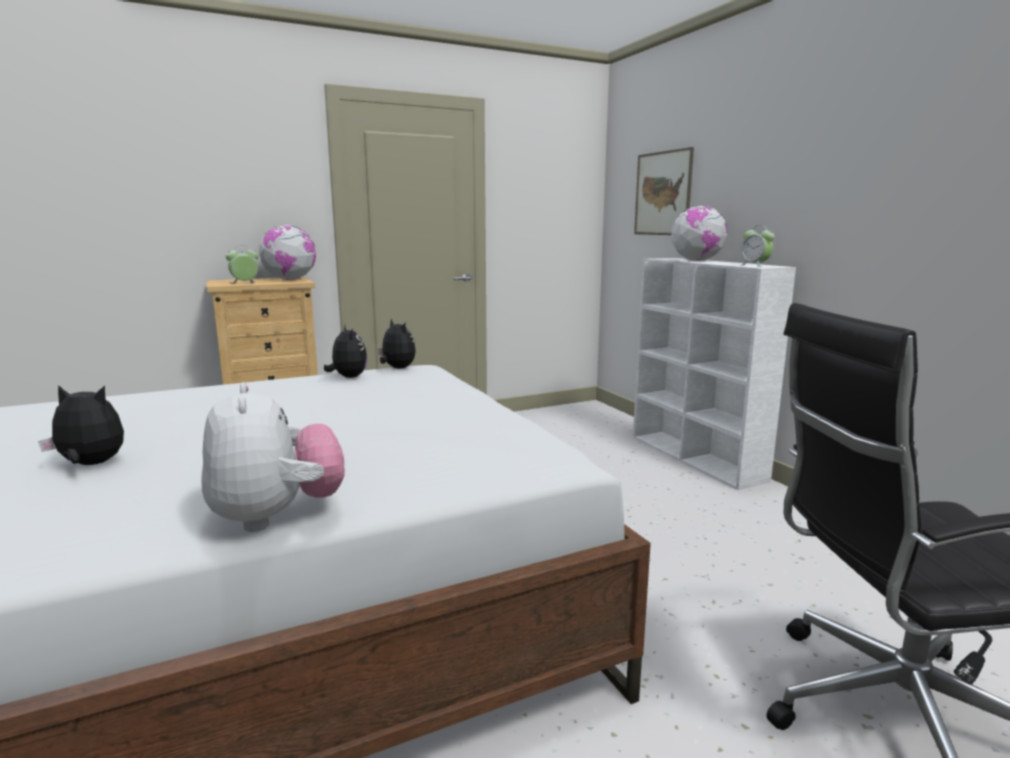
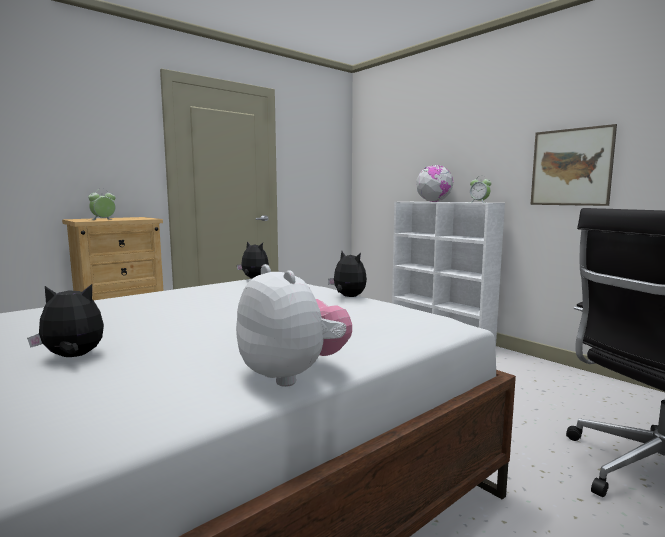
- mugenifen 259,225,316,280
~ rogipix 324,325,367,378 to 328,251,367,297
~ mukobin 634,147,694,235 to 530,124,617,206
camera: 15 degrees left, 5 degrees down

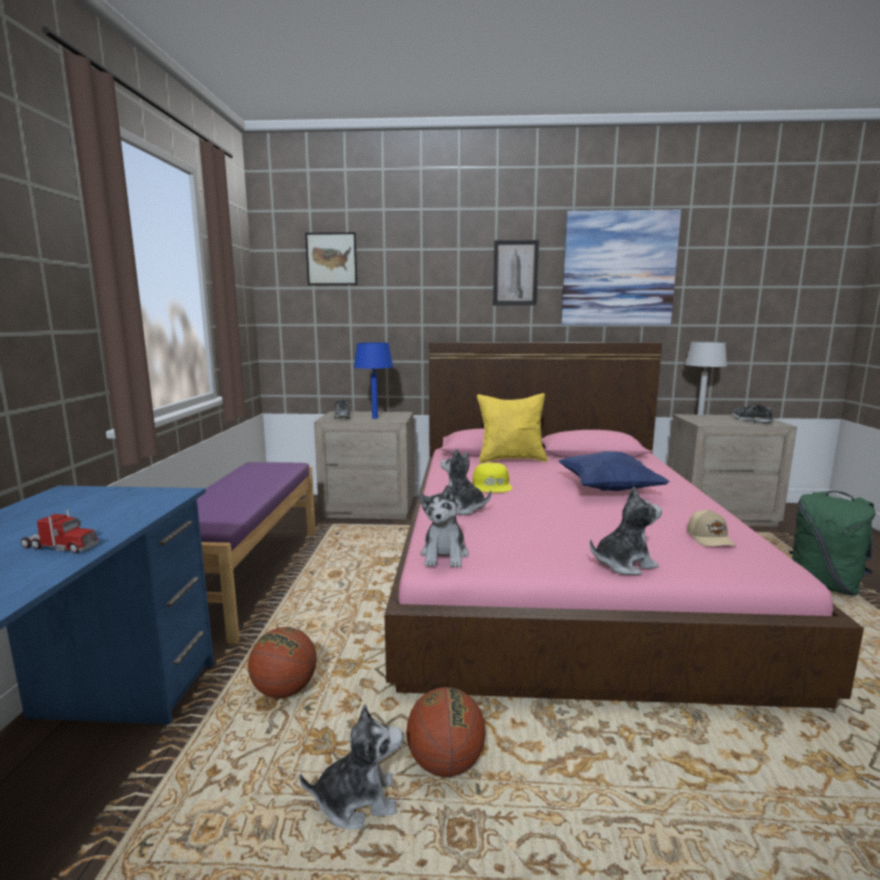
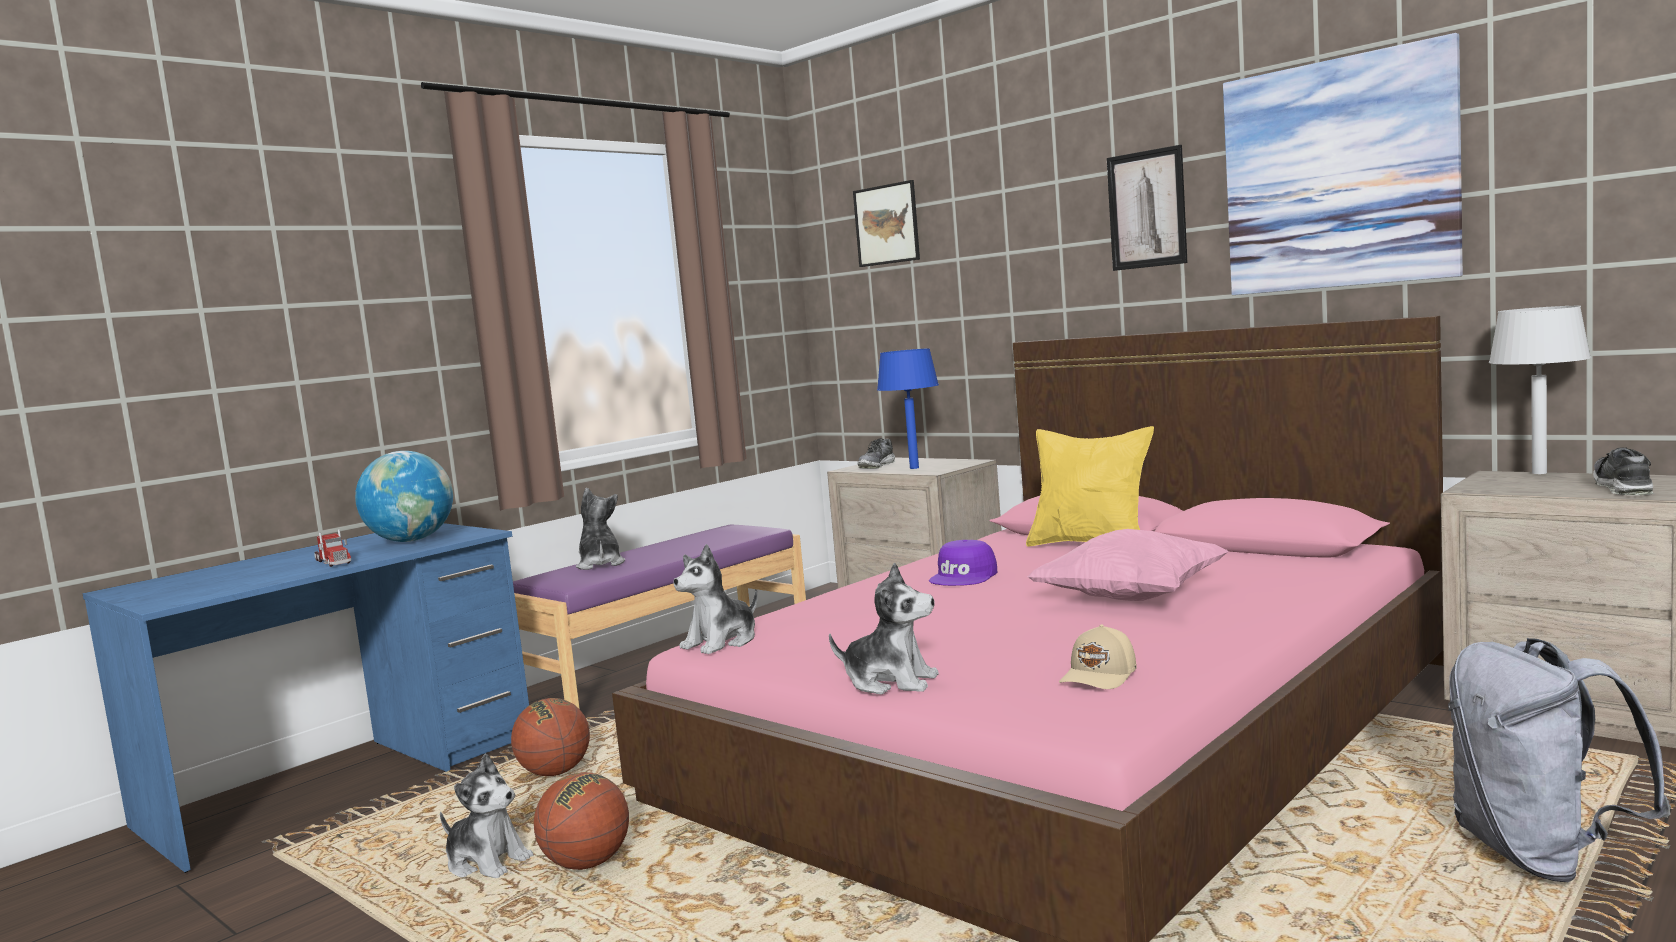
~ rogipix 440,449,492,515 to 576,488,625,570
~ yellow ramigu 473,463,512,493 to purple ramigu 929,540,997,586
~ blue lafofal 559,451,669,491 to pink lafofal 1027,529,1229,601
~ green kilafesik 790,491,876,596 to grey kilafesik 1448,638,1671,882
+ mugenifen 355,451,453,542
camera: 40 degrees right, 5 degrees down

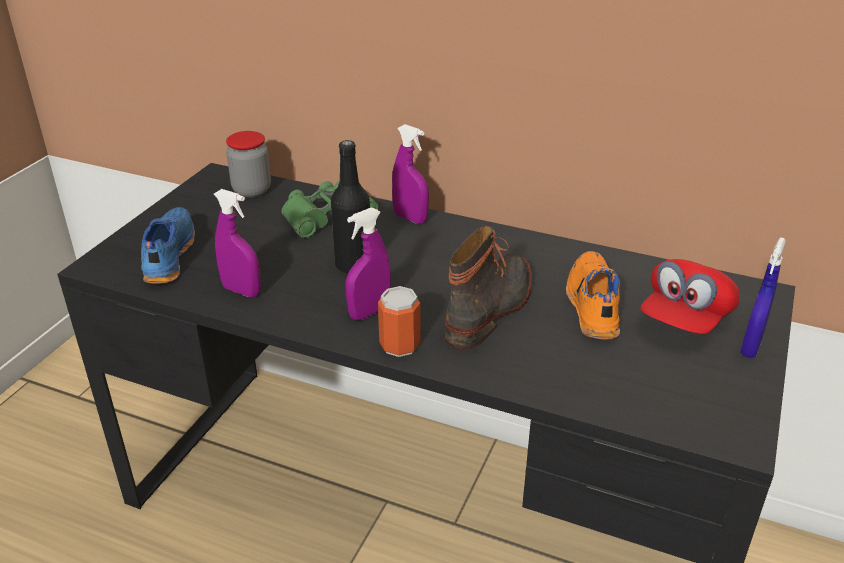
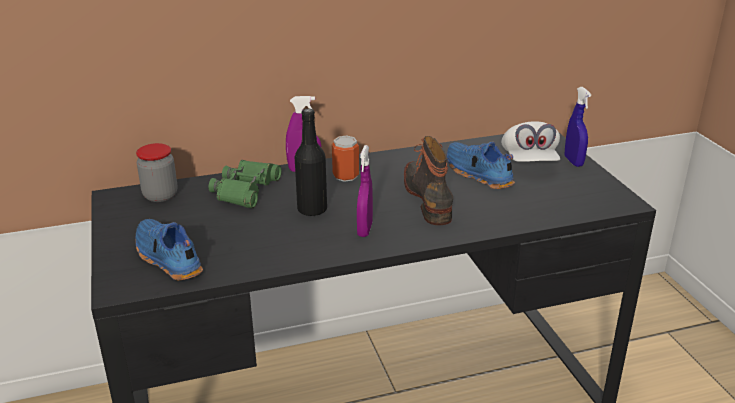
- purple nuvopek 214,189,261,297
~ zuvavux 378,286,420,357 to 332,136,359,182
~ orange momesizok 566,251,620,339 to blue momesizok 447,142,515,189
~ red ramigu 640,259,739,334 to white ramigu 501,121,560,162
camera: 40 degrees left, 5 degrees down

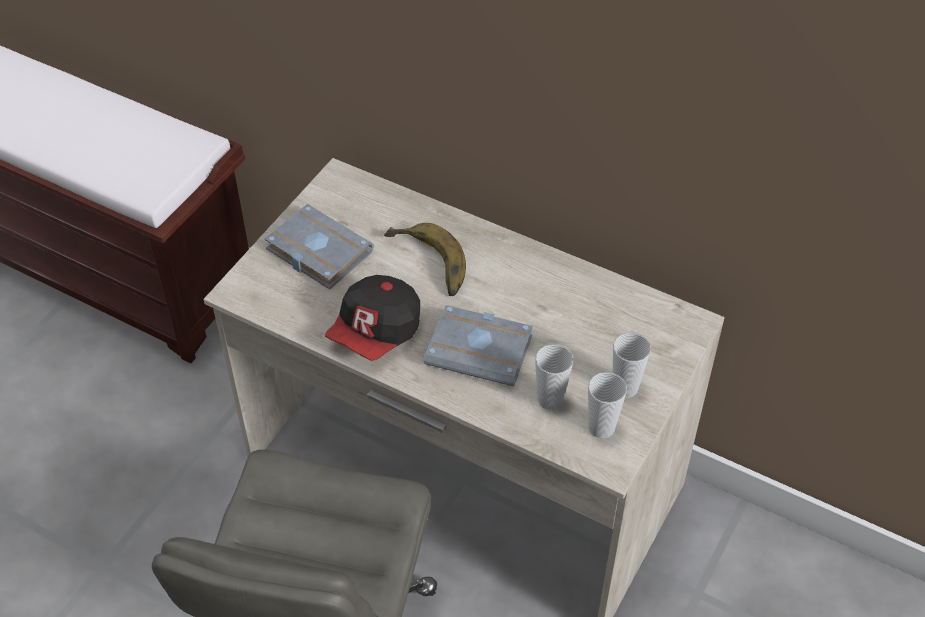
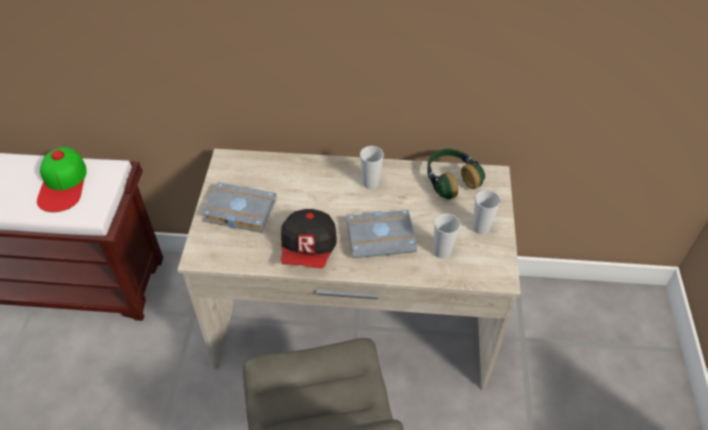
- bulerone 384,223,466,296
~ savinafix 588,372,627,439 to 360,146,384,189
+ ramigu 37,147,87,212
+ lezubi 427,149,485,199
camera: 25 degrees left, 0 degrees up

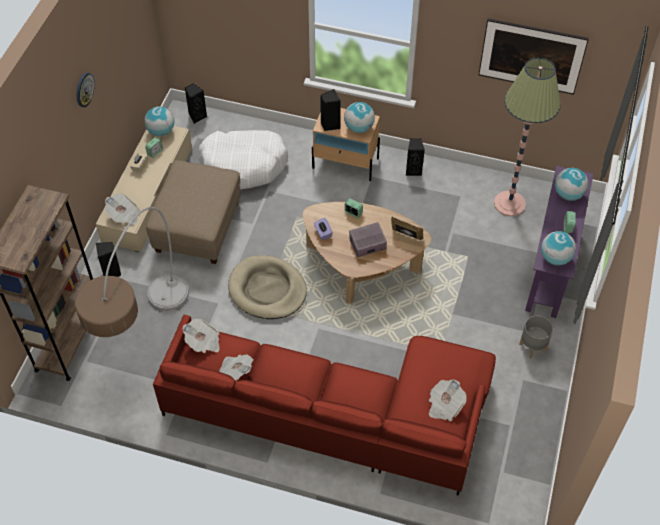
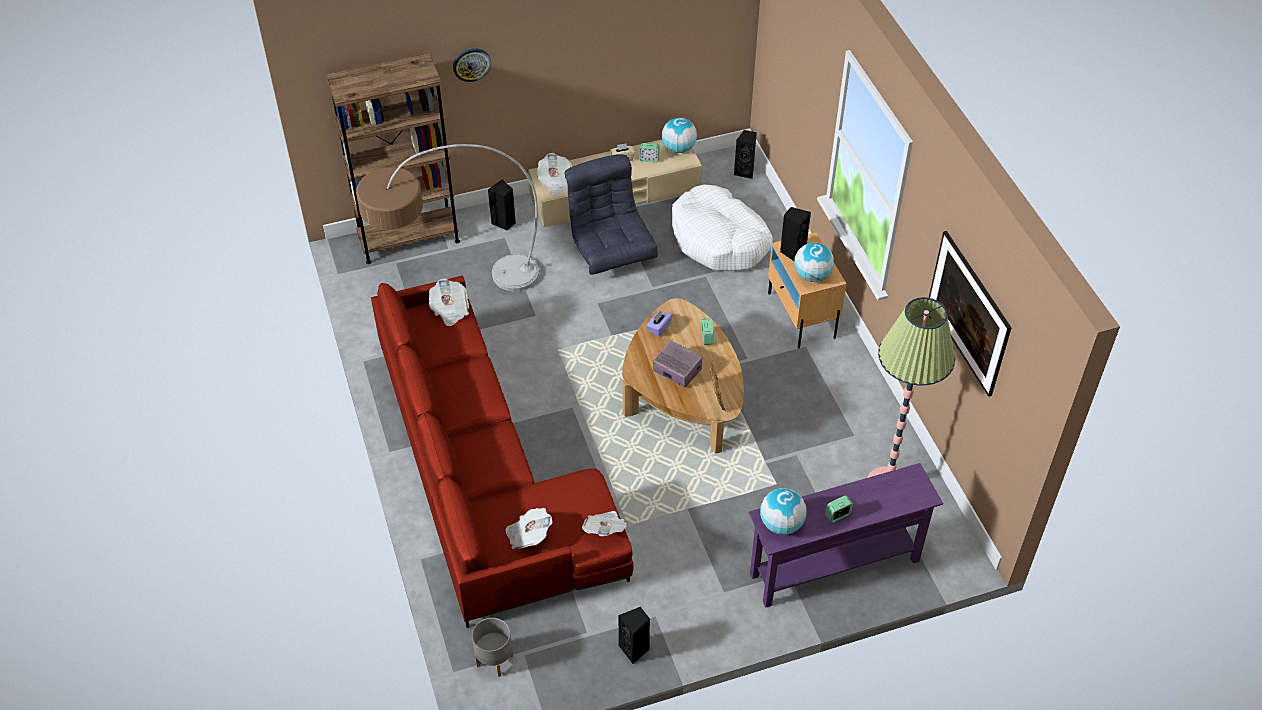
~ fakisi 77,73,95,107 to 453,48,491,82
~ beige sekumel 146,160,241,264 to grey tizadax 564,154,658,275
~ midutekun 219,354,253,381 to 582,511,628,536
- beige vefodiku 228,255,307,319
~ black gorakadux 406,139,425,176 to 618,607,650,664
~ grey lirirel 519,315,553,359 to 472,618,513,677
- mugenifen 555,168,589,201
camera: 55 degrees right, 5 degrees down

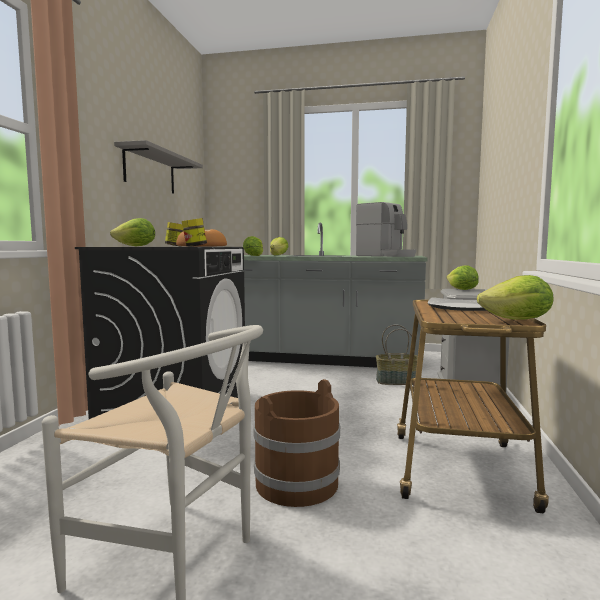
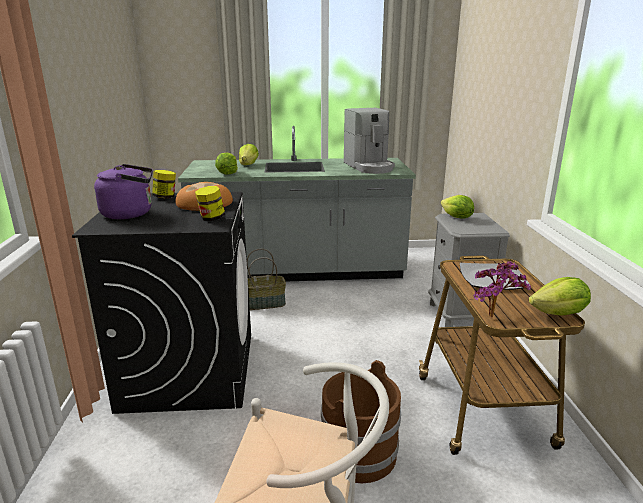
~ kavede 110,218,155,247 to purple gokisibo 94,164,153,219
- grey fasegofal 114,140,203,194
~ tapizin 356,202,416,257 = 344,108,395,174 45 degrees clockwise
~ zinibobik 376,324,418,385 to 247,249,286,310
+ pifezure 473,261,531,317
camera: 15 degrees left, 15 degrees up

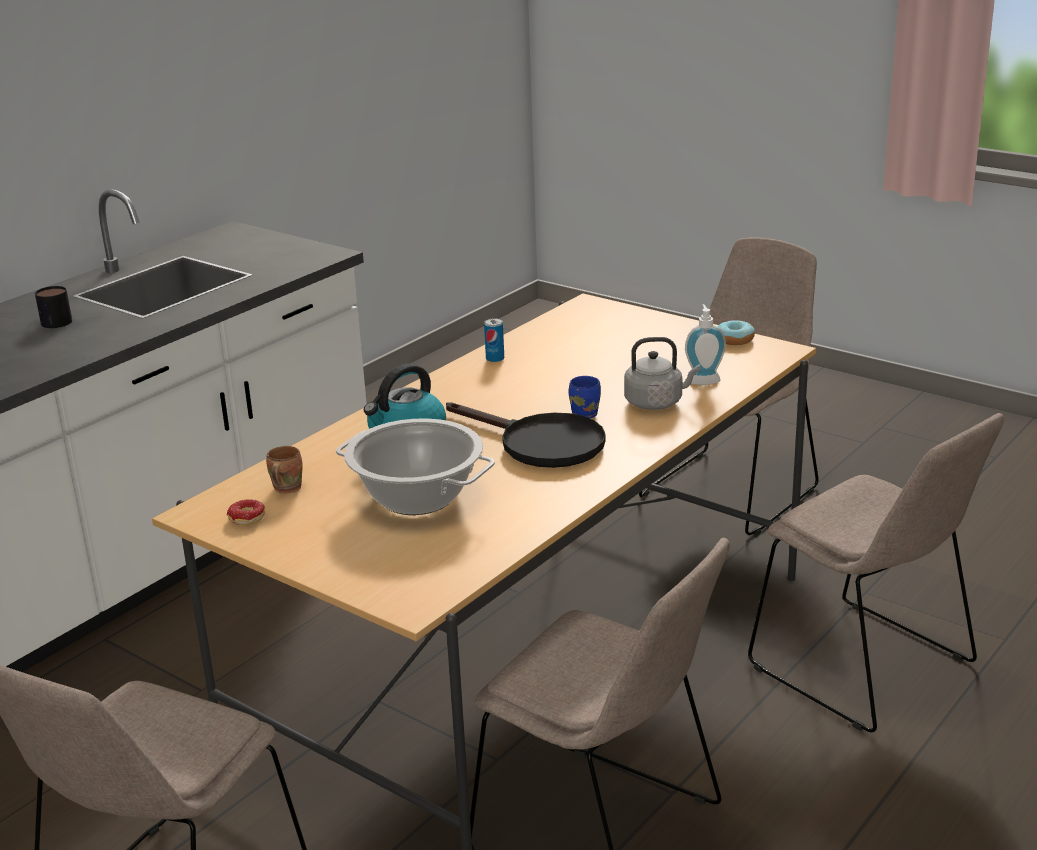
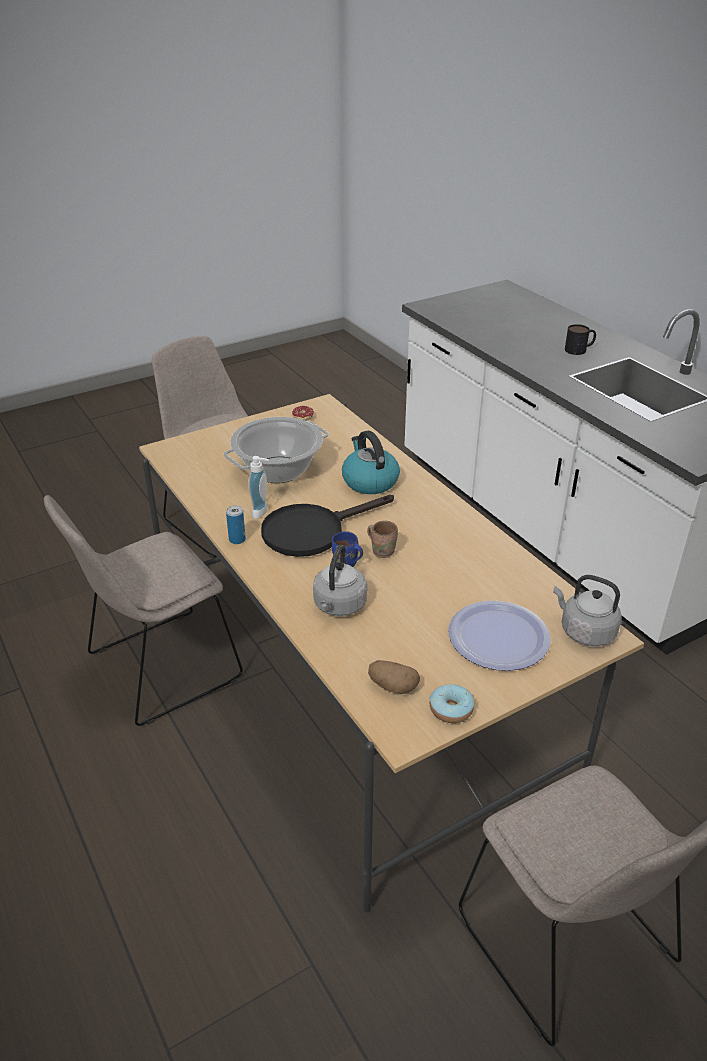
~ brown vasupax 266,446,303,494 to 367,521,398,558
~ zuvavux 484,318,504,362 to 226,506,246,544
~ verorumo 685,304,726,385 to 248,456,269,519
- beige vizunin 748,413,1004,733
+ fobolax 368,660,420,694
+ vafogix 448,601,551,671
+ grey gokisibo 553,575,622,646
camera: 110 degrees right, 10 degrees up

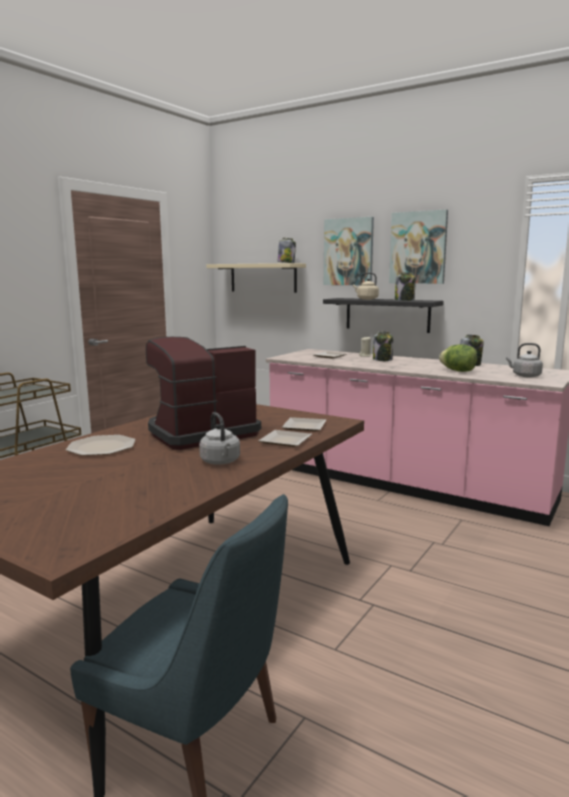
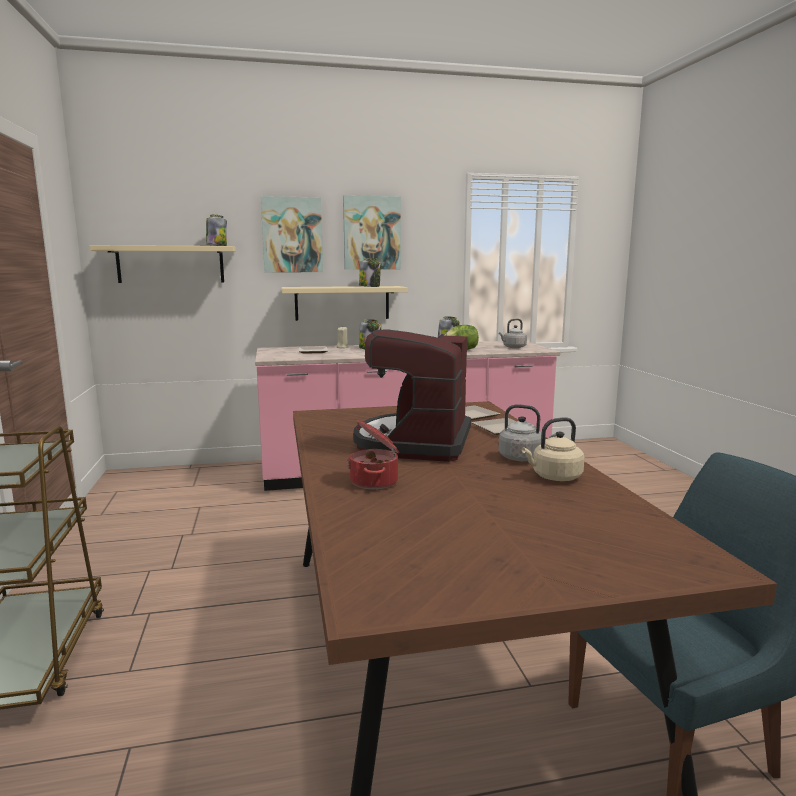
~ vafogix 66,435,135,456 to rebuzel 348,420,399,489
~ black fasegofal 323,298,444,333 to beige fasegofal 281,286,408,321
~ beige gokisibo 353,272,379,300 to 522,417,585,481
camera: 45 degrees left, 0 degrees up

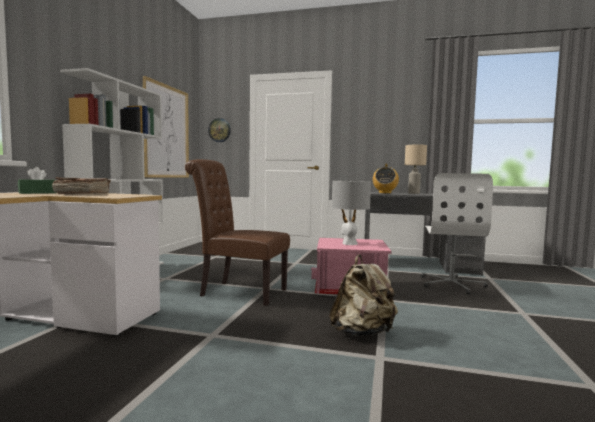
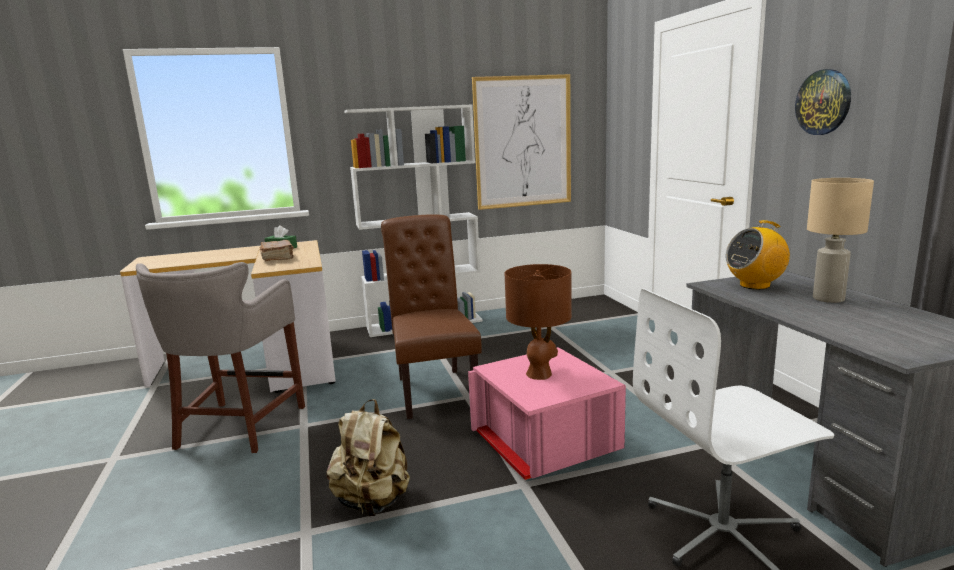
~ fakisi 208,118,231,142 to 795,69,851,135
~ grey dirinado 332,180,371,245 to brown dirinado 505,264,572,380
+ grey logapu 136,262,305,453
camera: 60 degrees right, 10 degrees up

